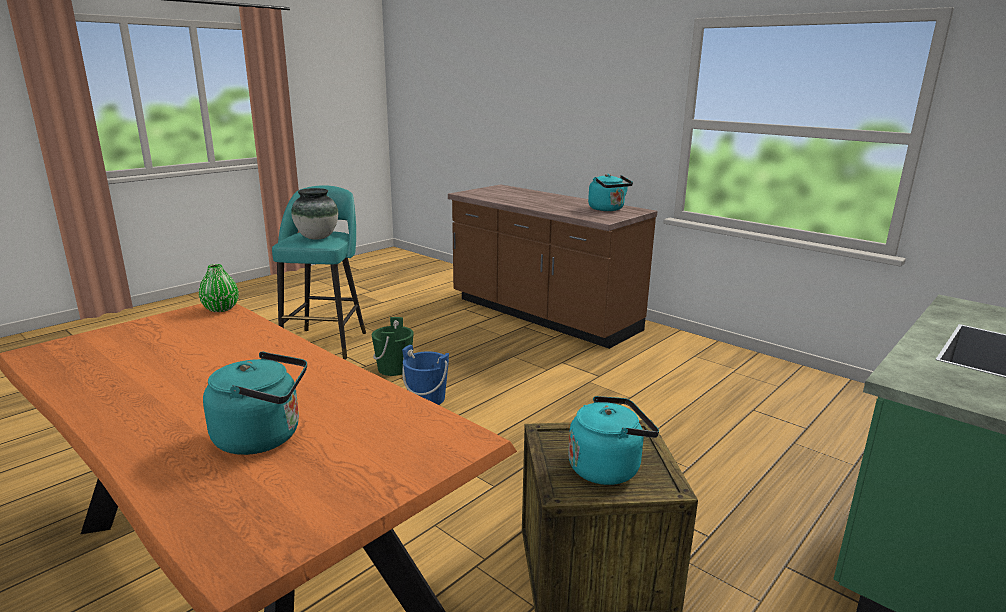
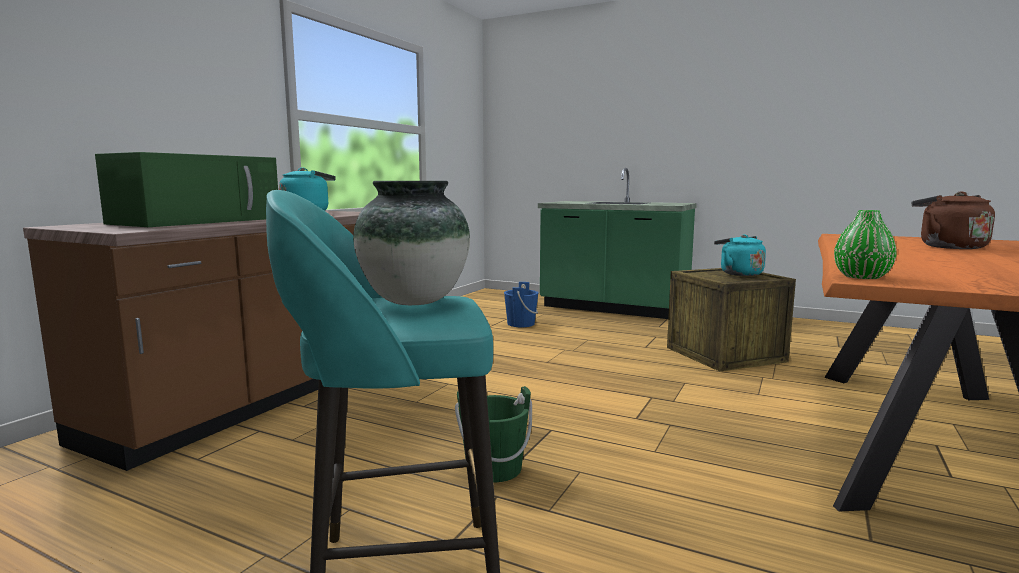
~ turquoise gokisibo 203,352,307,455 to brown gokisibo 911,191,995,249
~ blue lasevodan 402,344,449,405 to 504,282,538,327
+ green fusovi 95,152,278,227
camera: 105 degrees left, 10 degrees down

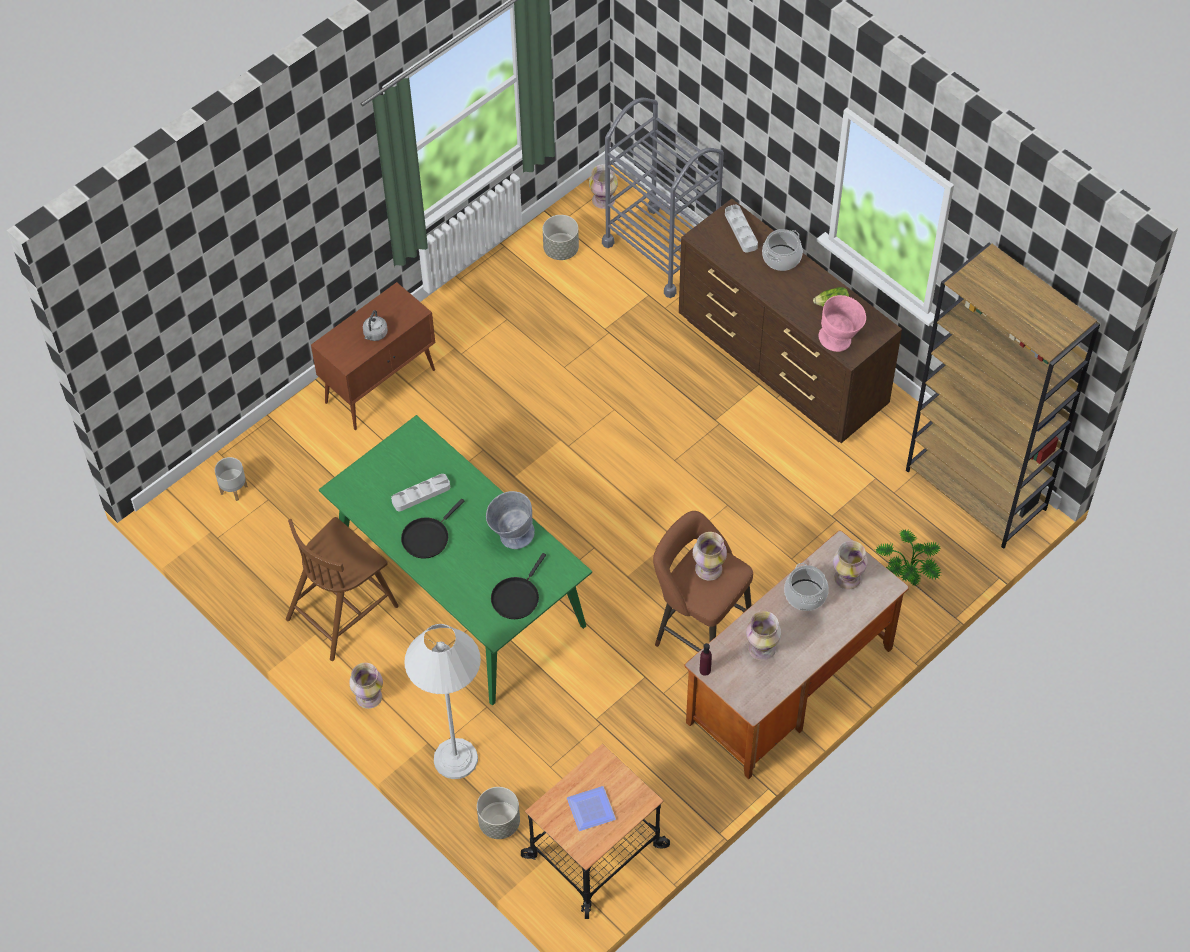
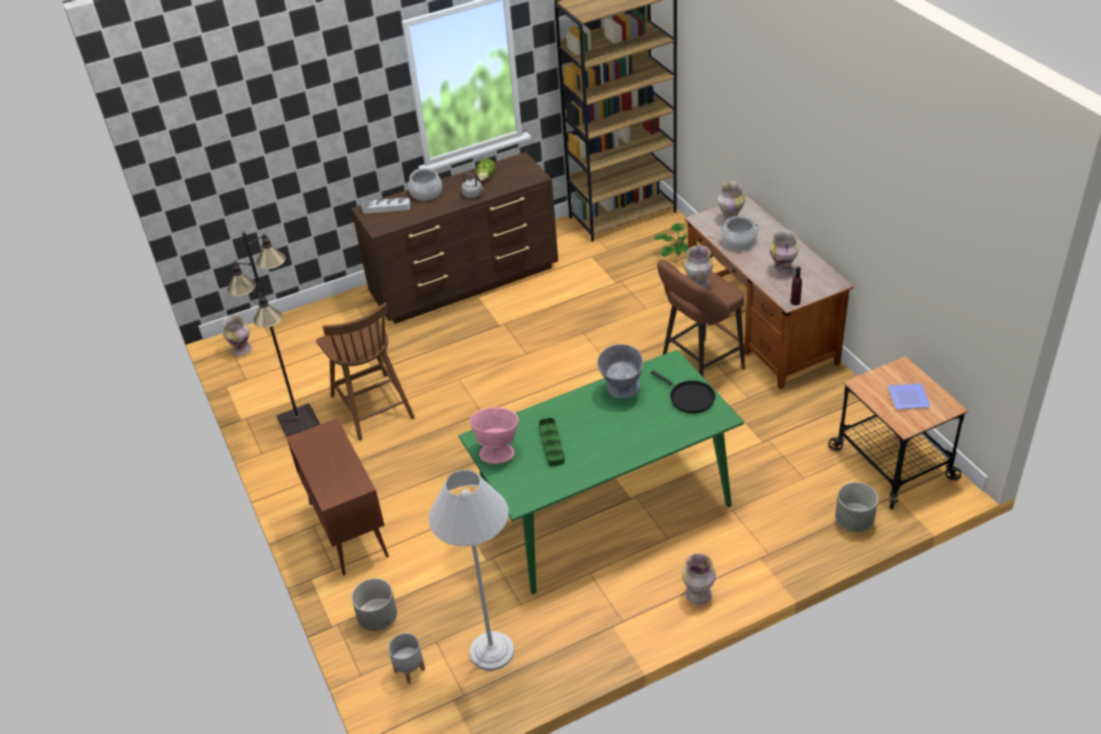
~ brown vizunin 286,517,399,661 to 316,302,415,441
~ grey gokisibo 363,310,388,341 to 461,173,484,198
~ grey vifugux 391,474,450,511 to green vifugux 539,418,565,466
- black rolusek 401,499,465,559
~ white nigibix 404,624,481,779 to 428,470,514,671
~ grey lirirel 543,215,579,260 to 351,578,397,631
- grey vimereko 602,97,724,298
~ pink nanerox 819,295,866,352 to 470,407,519,464
+ black nigibix 227,231,320,437
camera: 70 degrees left, 15 degrees down

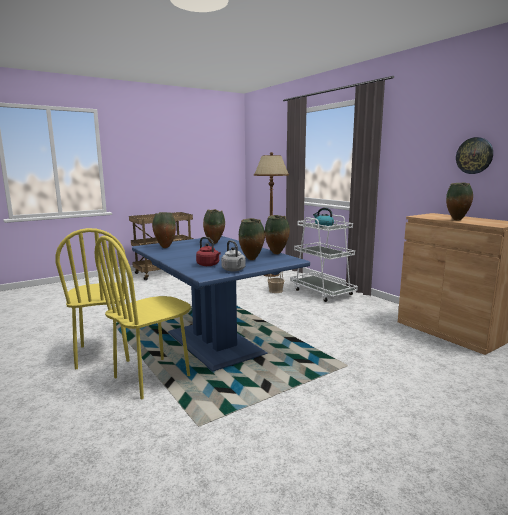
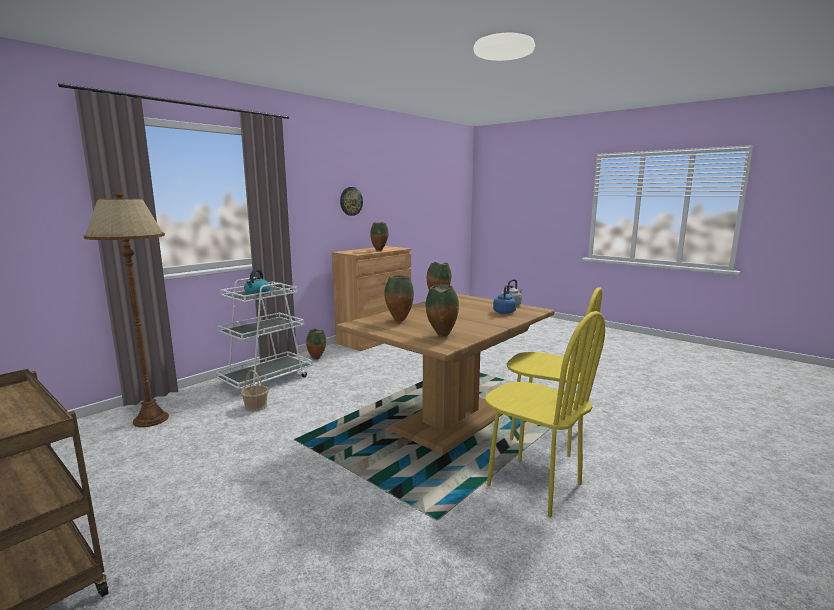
~ yellow vizunin 55,228,130,369 = 485,311,605,517 75 degrees clockwise
~ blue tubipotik 132,236,310,372 to brown tubipotik 336,294,554,455
~ red gokisibo 196,237,221,266 to blue gokisibo 493,284,516,314
~ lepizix 239,218,265,260 to 306,329,326,360
camera: 105 degrees left, 0 degrees up

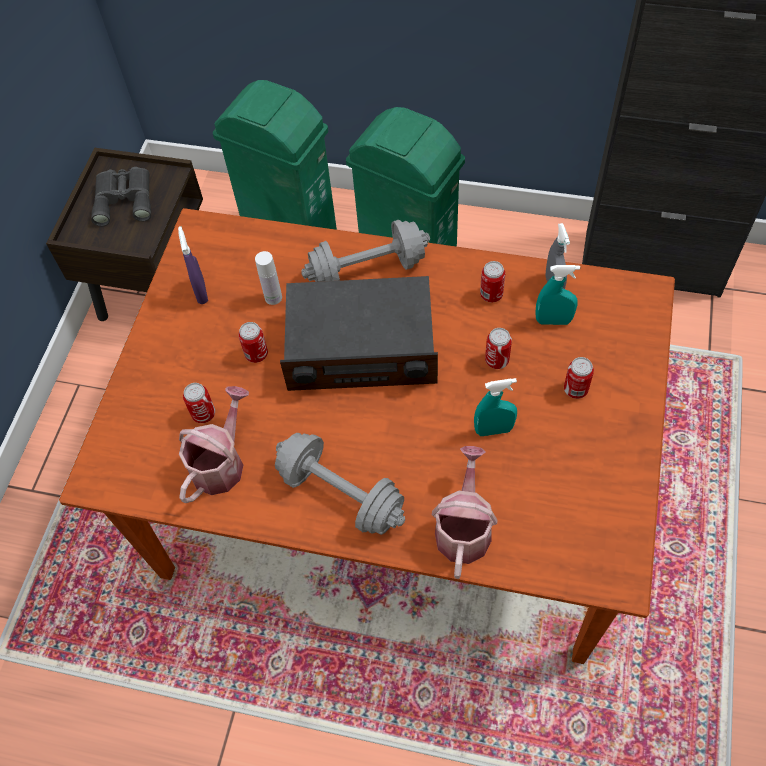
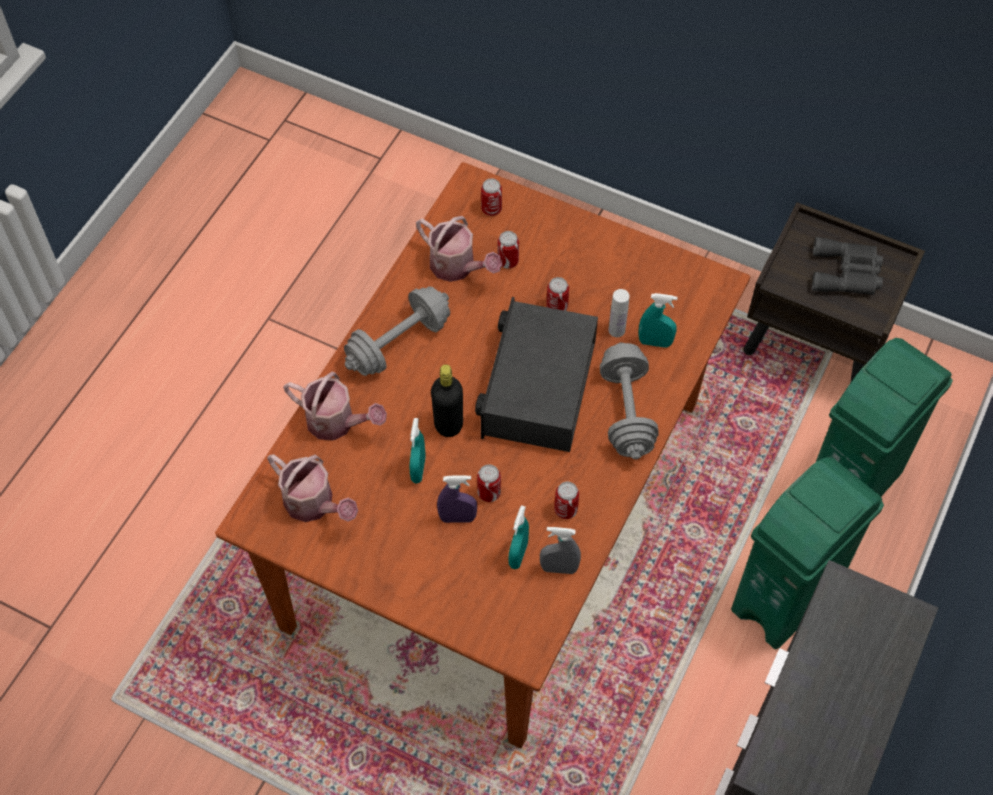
~ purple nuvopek 178,226,208,304 to 437,475,477,523
~ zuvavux 564,357,594,399 to 481,178,502,216
+ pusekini 267,454,358,522
+ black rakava 431,364,463,437
+ turquoise nuvopek 638,293,677,348
camera: 100 degrees right, 0 degrees up

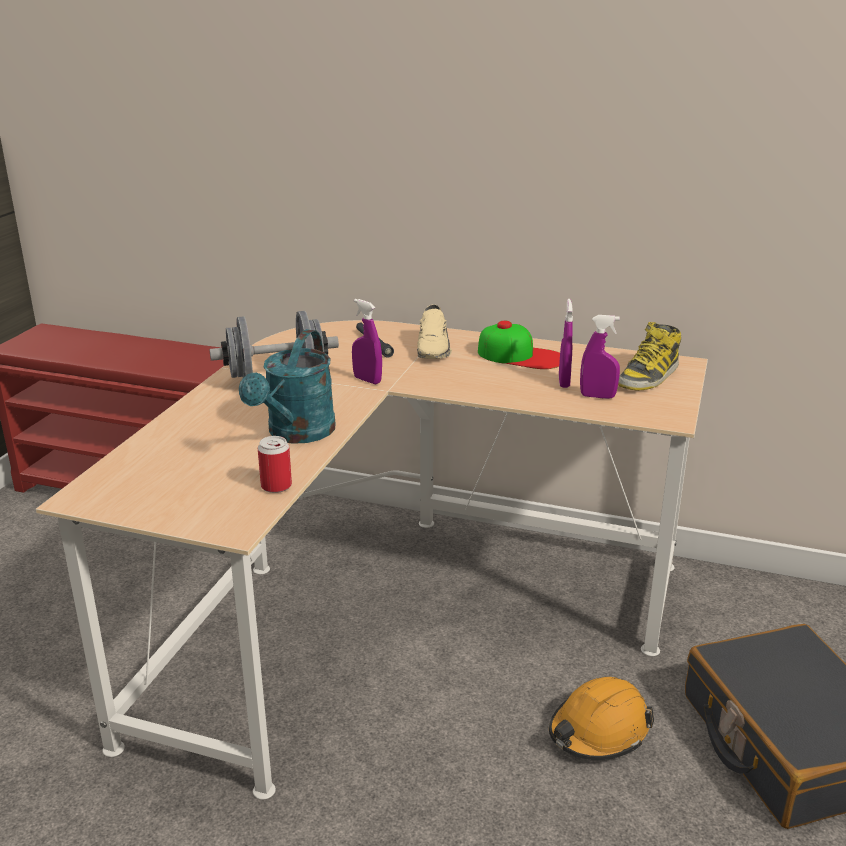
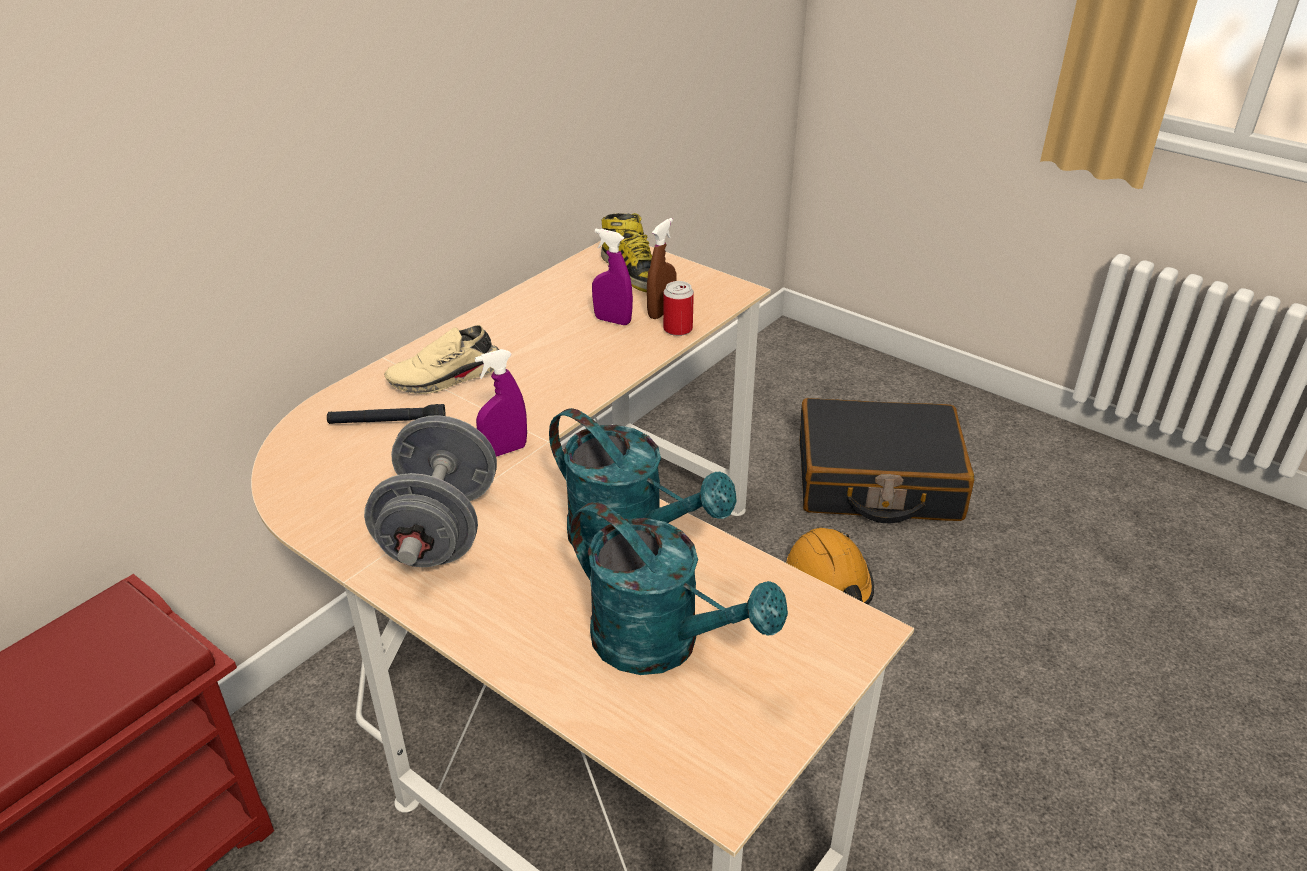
~ zuvavux 258,436,292,493 to 663,281,694,336
~ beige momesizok 417,304,452,359 = 384,325,499,394 135 degrees clockwise
- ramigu 478,321,560,369
~ purple nuvopek 580,315,620,399 to brown nuvopek 647,218,677,319
+ turquoise pusekini 570,502,788,675
camera: 70 degrees left, 10 degrees up

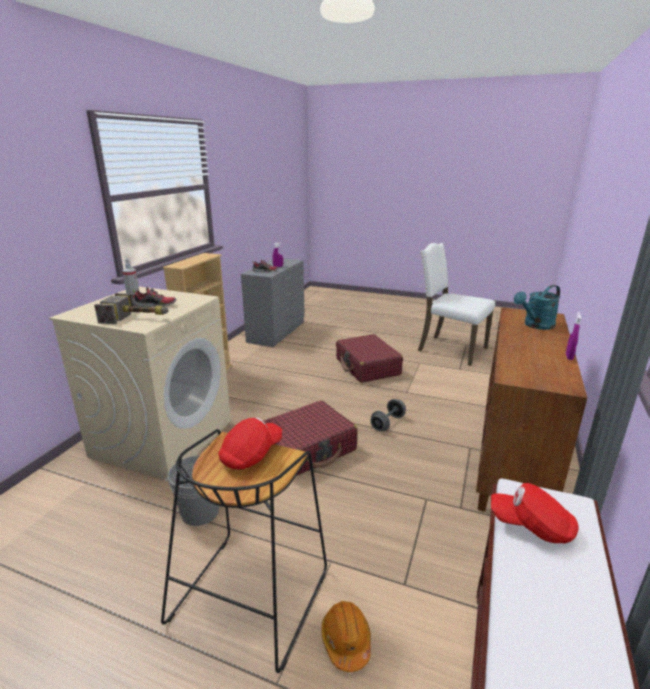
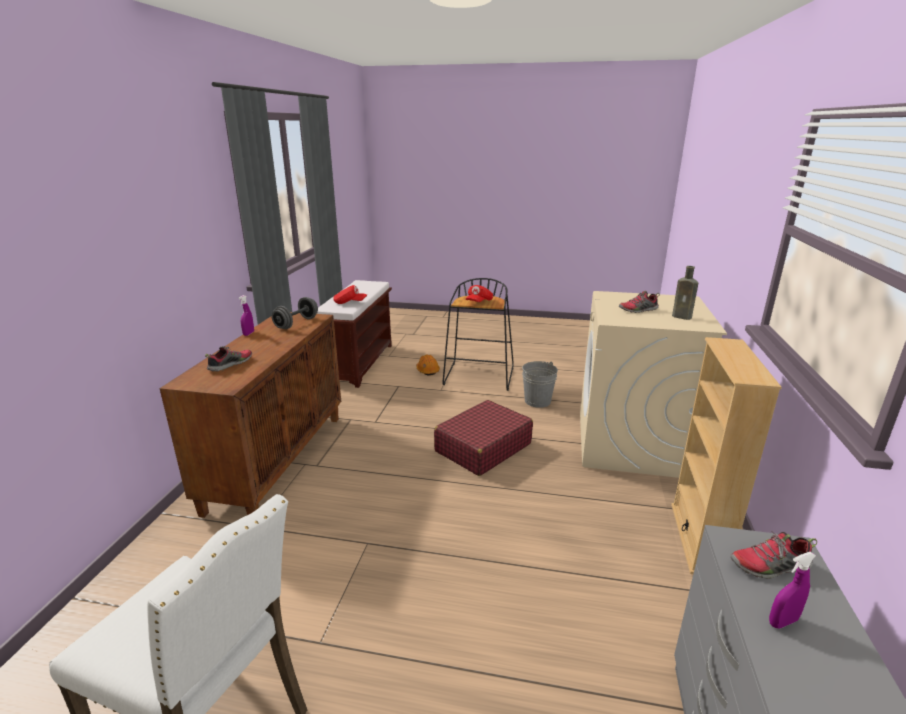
- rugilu 94,293,169,324
~ nuvopek 122,259,139,298 to brown rakava 672,266,698,320
- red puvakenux 336,334,403,383
~ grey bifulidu 370,399,406,431 to 271,297,318,329
~ turquoise pusekini 514,285,560,330 to momesizok 205,346,252,372
camera: 170 degrees right, 0 degrees up

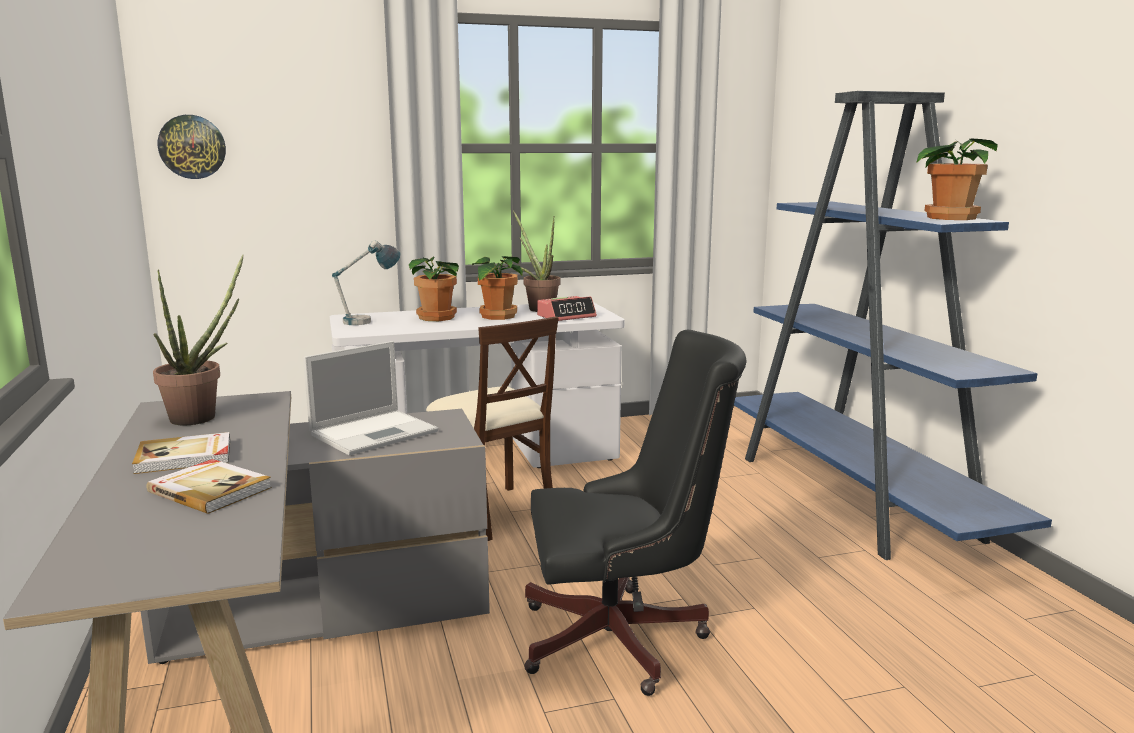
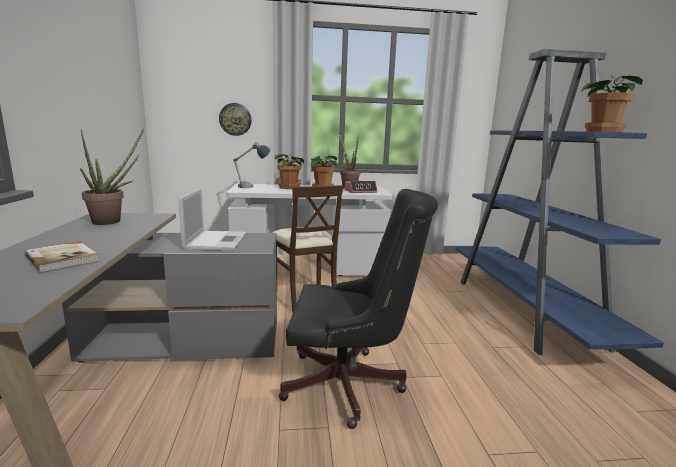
- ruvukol 132,432,230,474
~ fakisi 158,115,226,179 to 219,103,252,136
~ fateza 303,341,438,455 = 178,189,247,251 60 degrees counterclockwise
camera: 10 degrees right, 0 degrees up

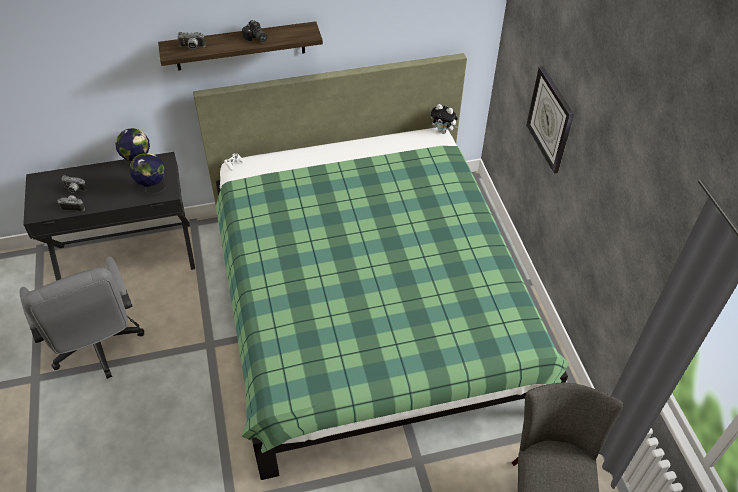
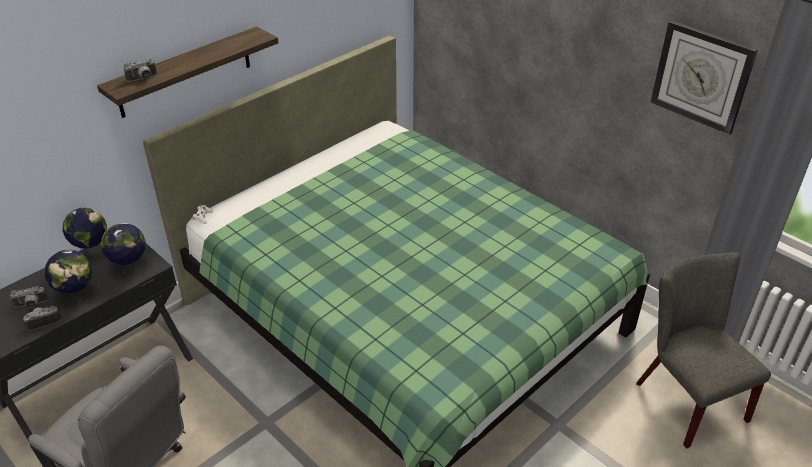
- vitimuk 242,20,267,42
- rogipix 431,104,458,134
~ fakisi 526,66,574,174 to 651,20,758,135
+ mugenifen 45,250,92,306
camera: 30 degrees left, 10 degrees down

